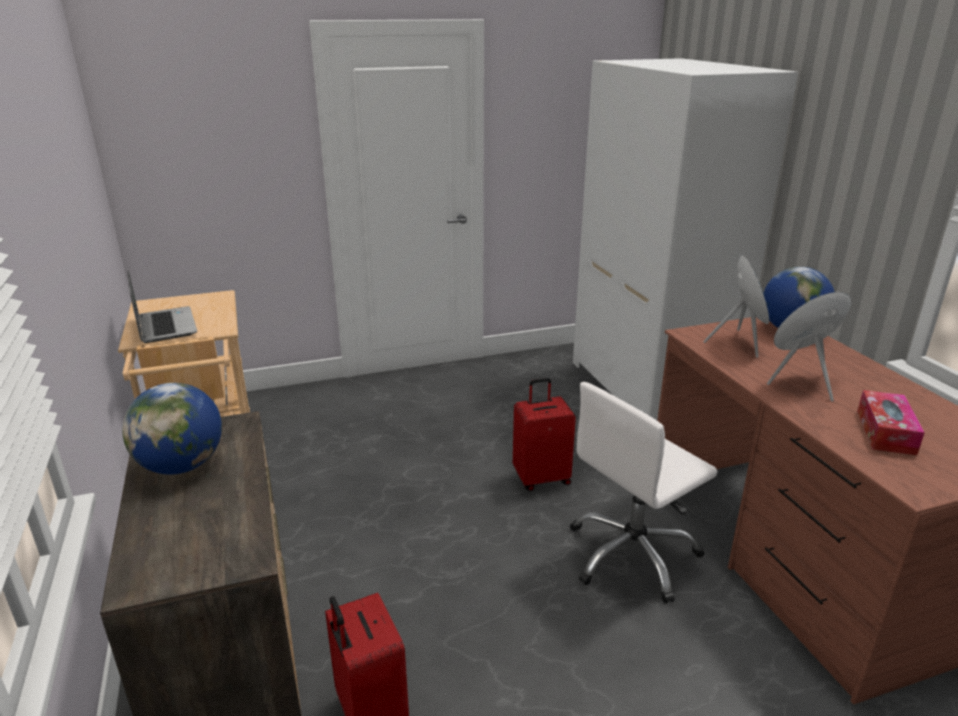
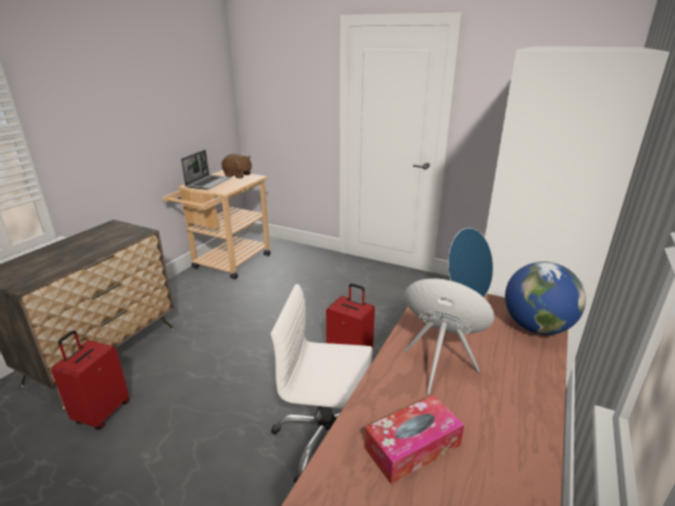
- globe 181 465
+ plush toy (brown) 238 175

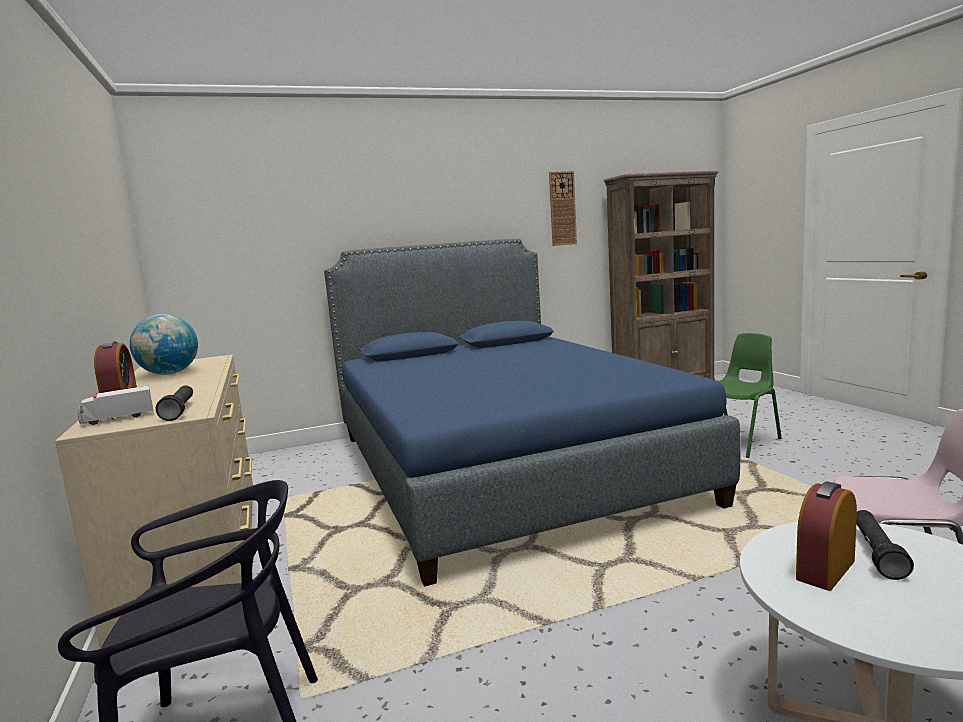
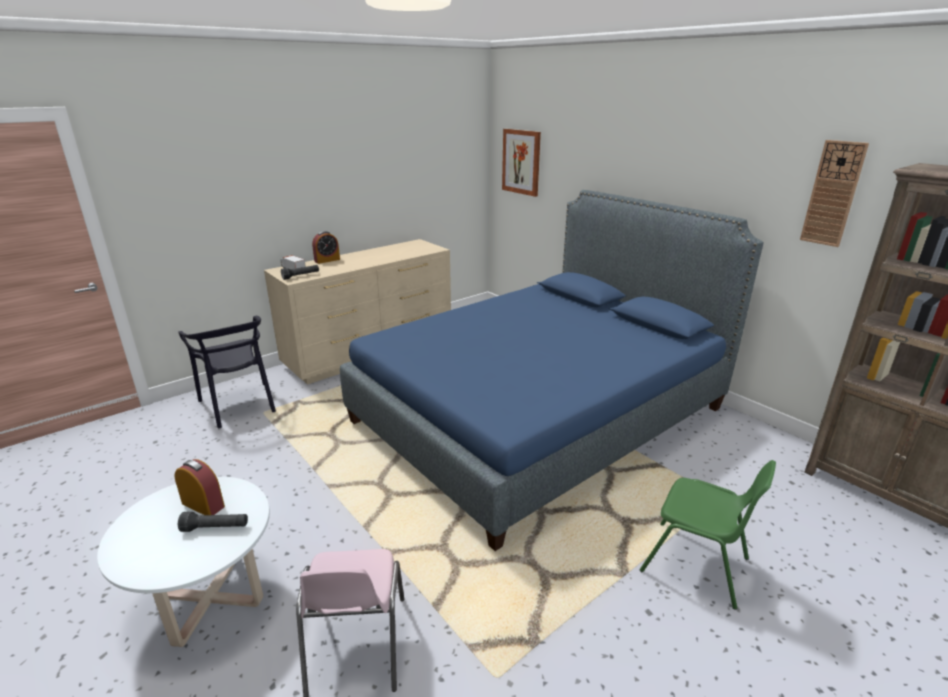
- globe 169 374
+ picture 521 162

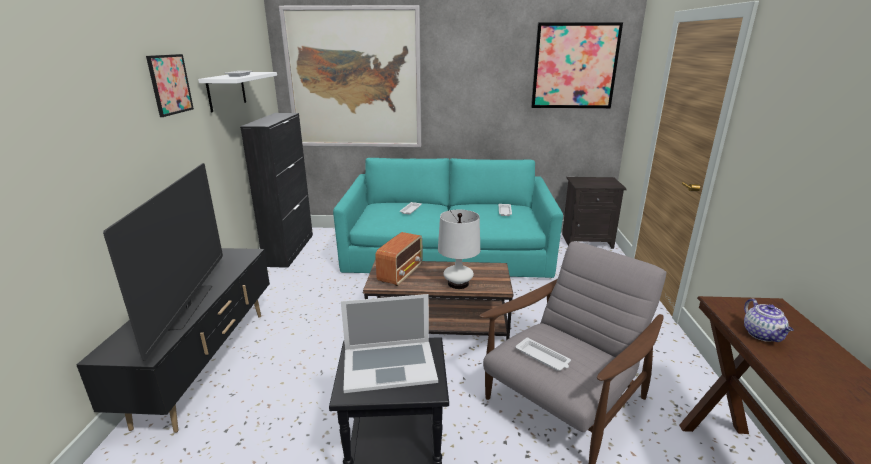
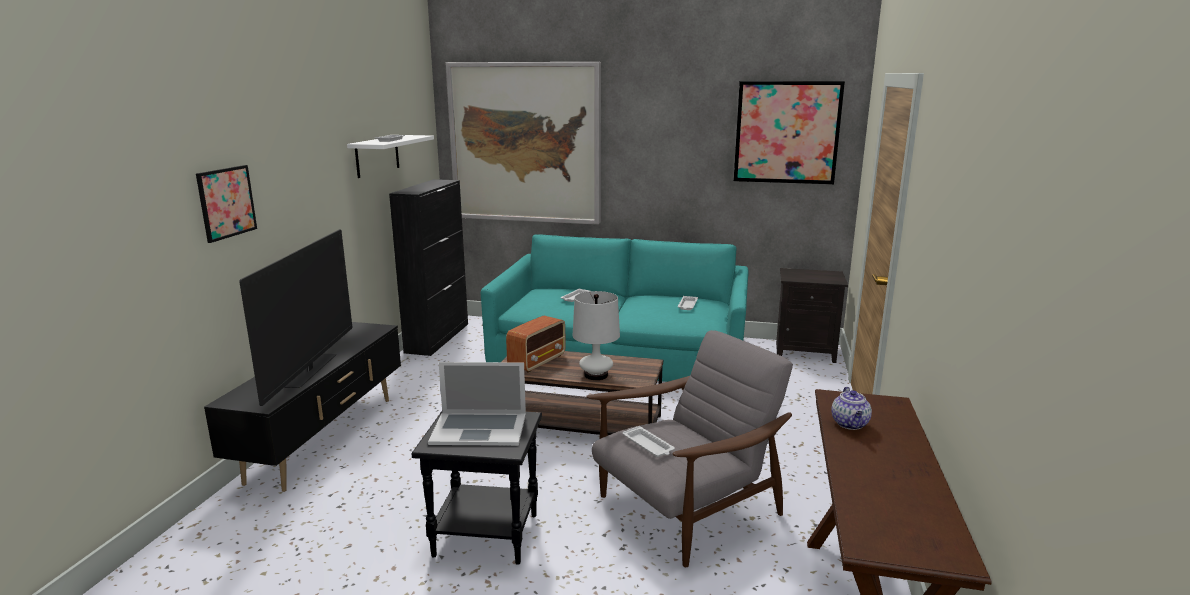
~ picture 170 84 to 226 202

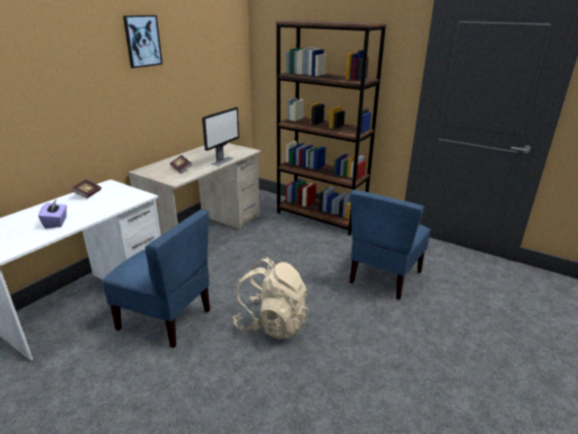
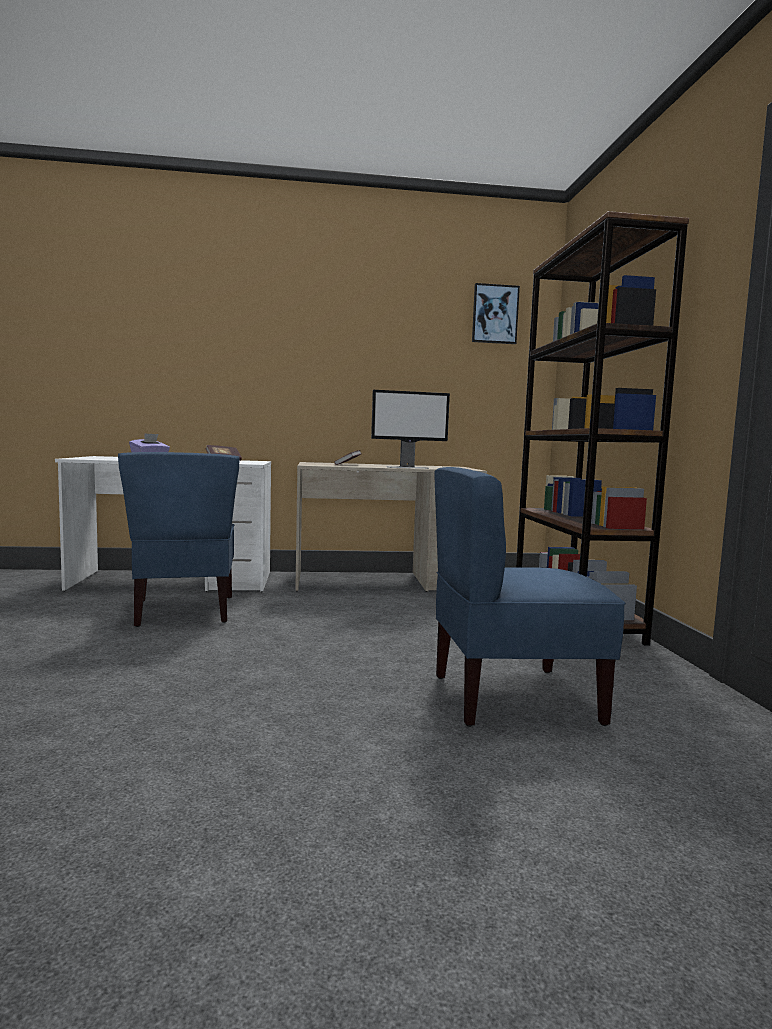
- backpack (beige) 272 324
~ picture 142 41 to 495 314

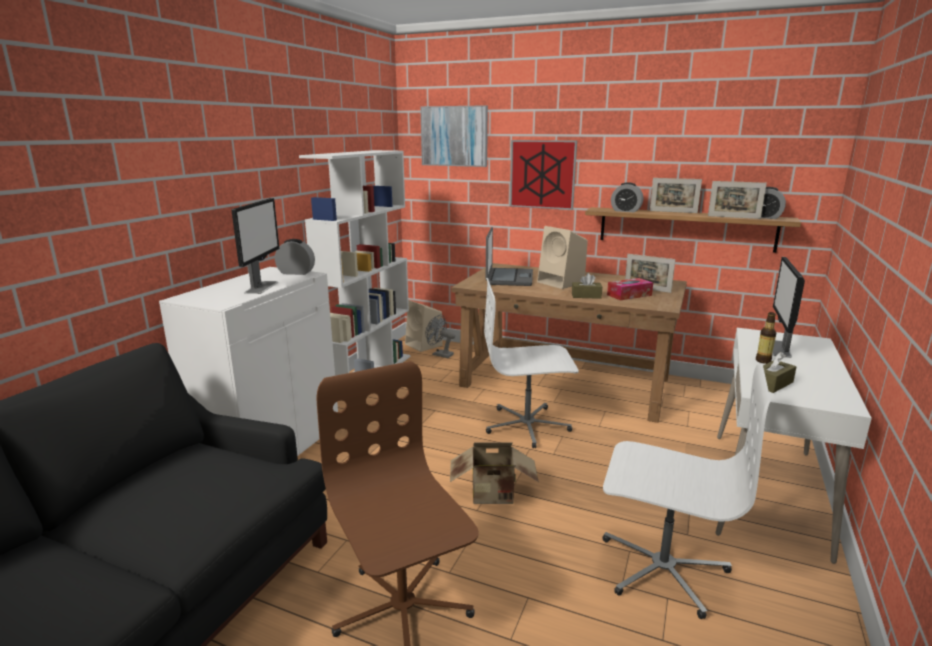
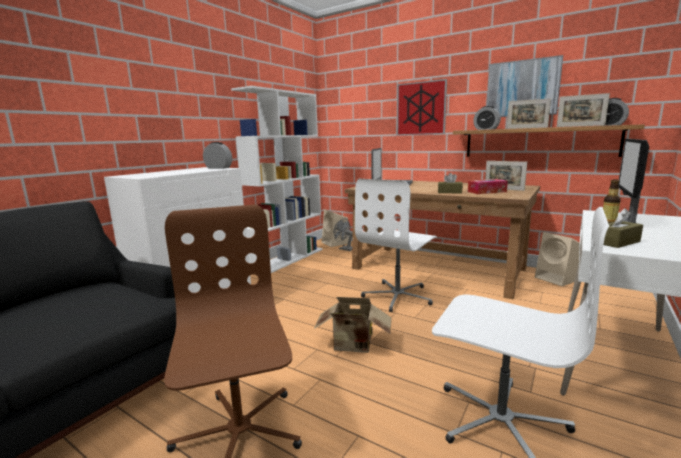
- monitor 262 287
~ picture 454 136 to 522 88
~ speaker (beige) 562 283 to 557 279
~ office chair (white) 527 426 = 398 296 60 degrees counterclockwise

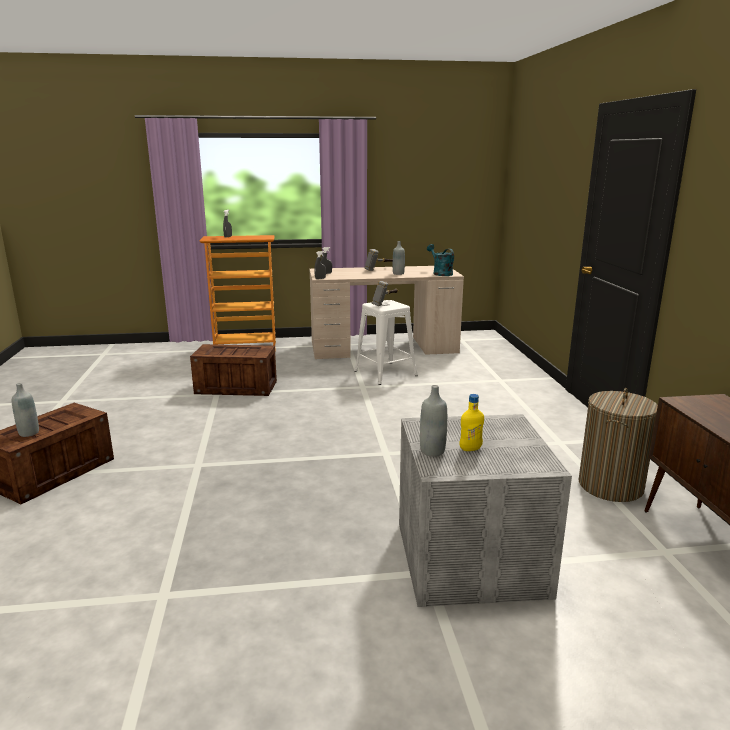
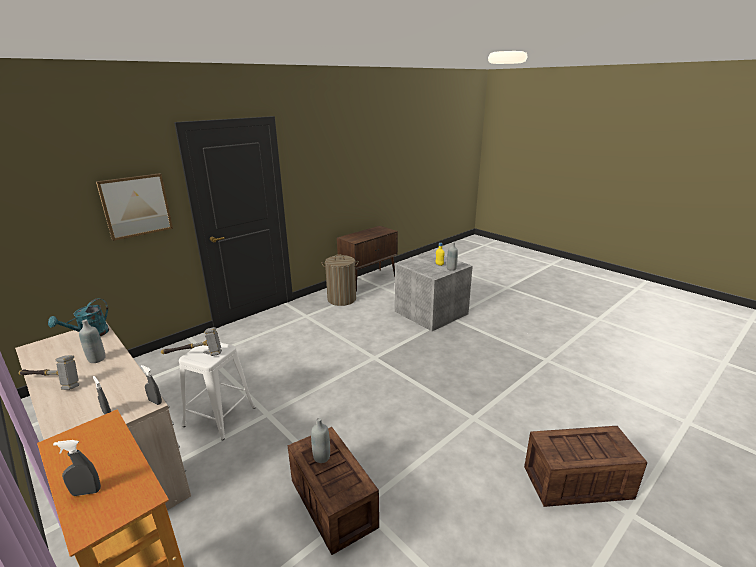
+ picture 136 206
~ bottle (grey) 29 433 to 321 457

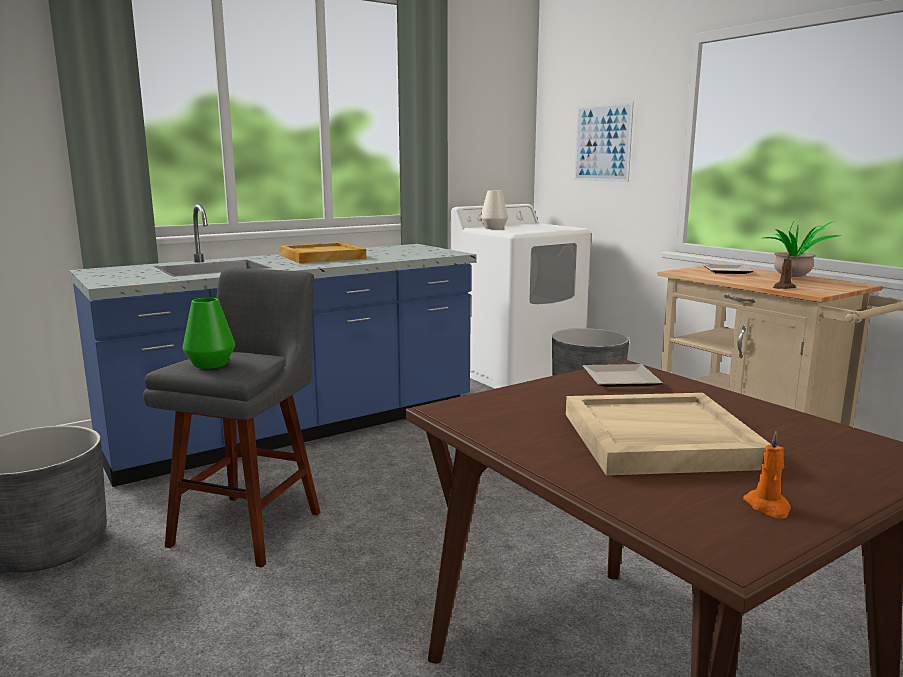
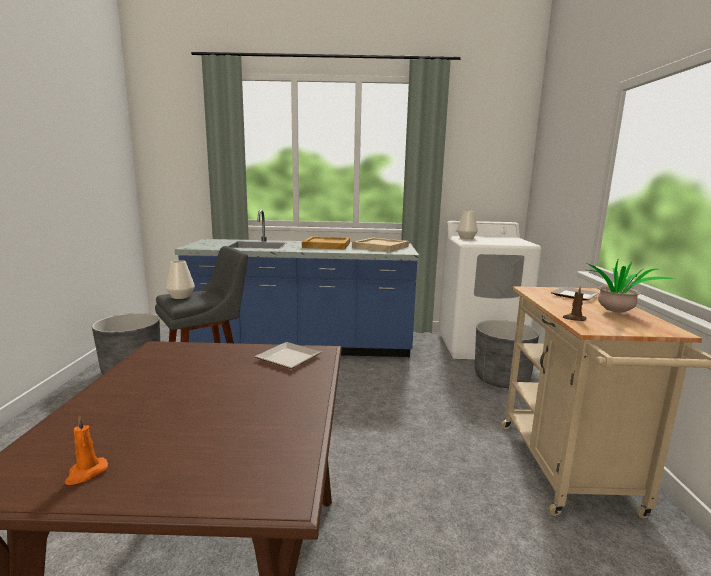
- picture 602 143
~ tray (beige) 658 440 to 380 247
~ vase (green) 210 364 to vase (white) 181 296

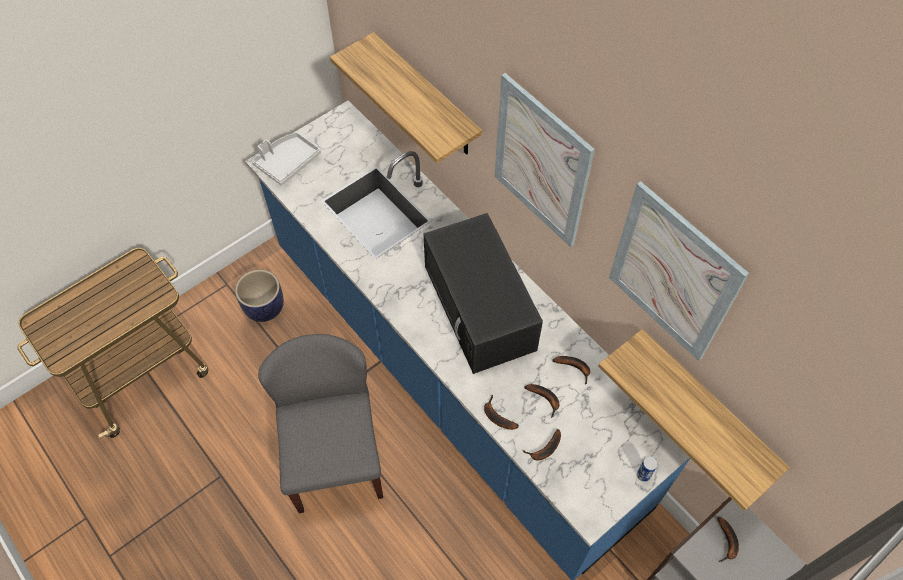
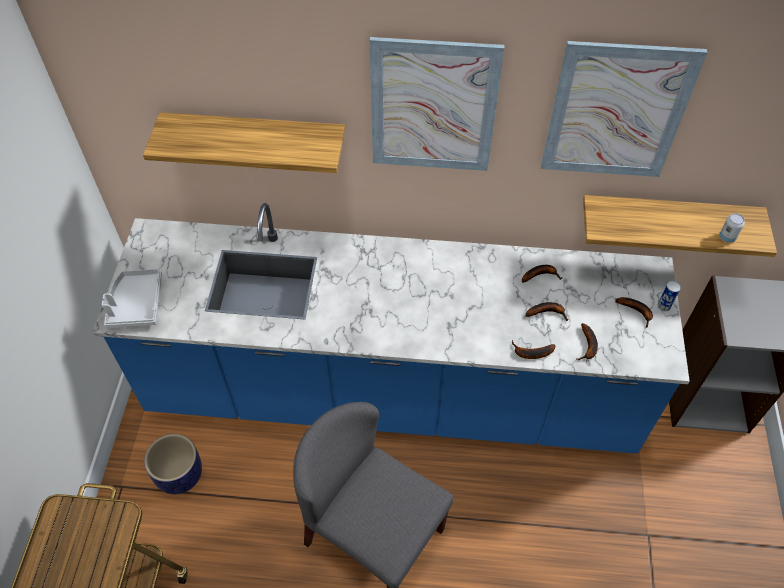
- microwave (black) 481 309
+ can 726 237
~ banana 727 542 to 637 311

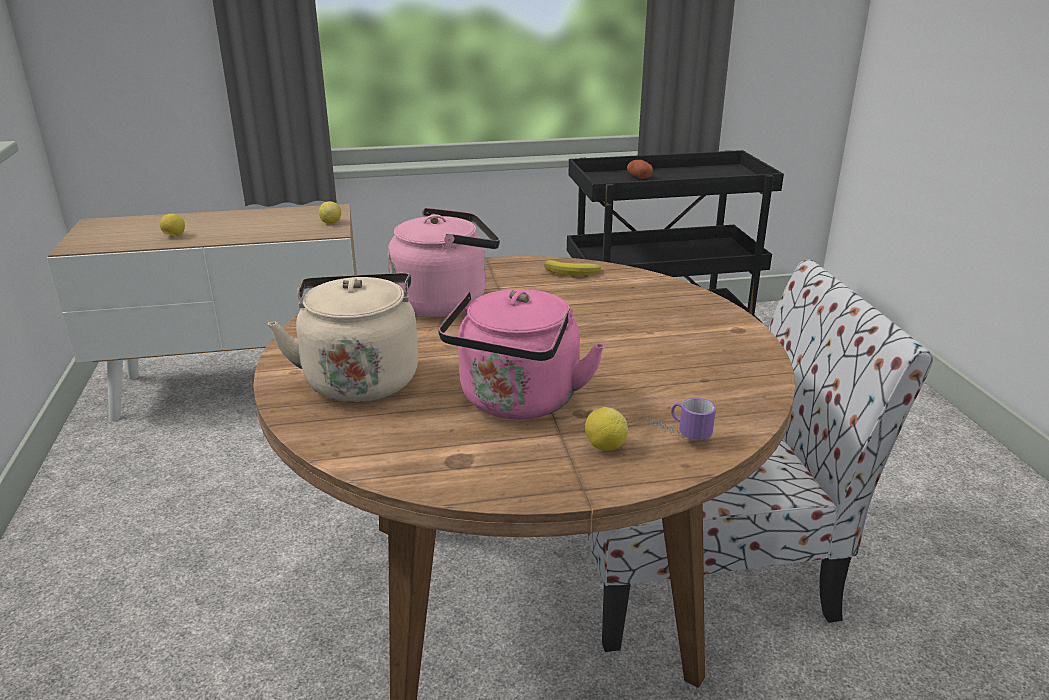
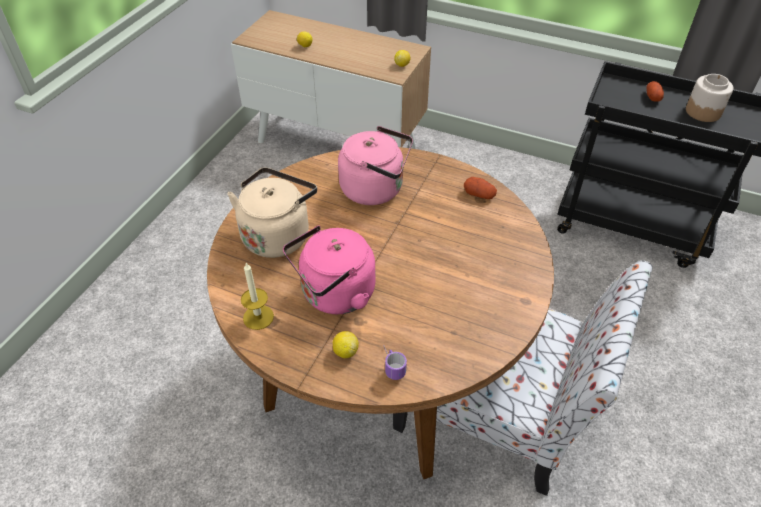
+ candle 258 317
+ jar 703 112
~ banana 573 272 to potato 479 194

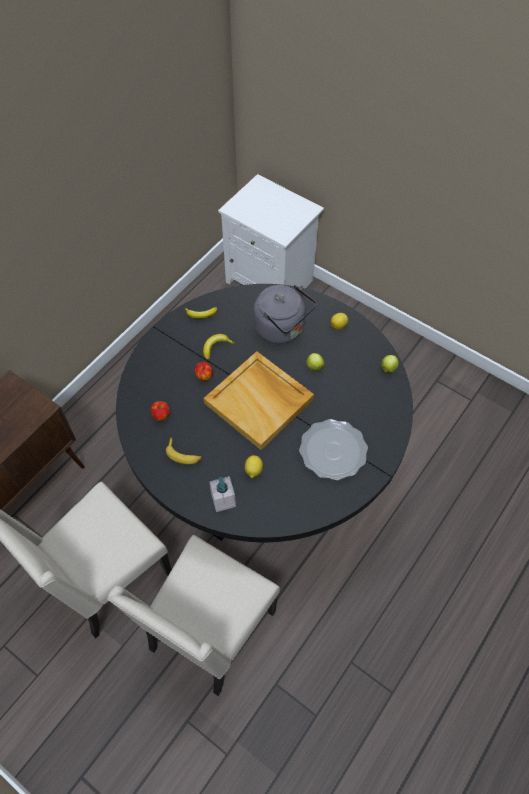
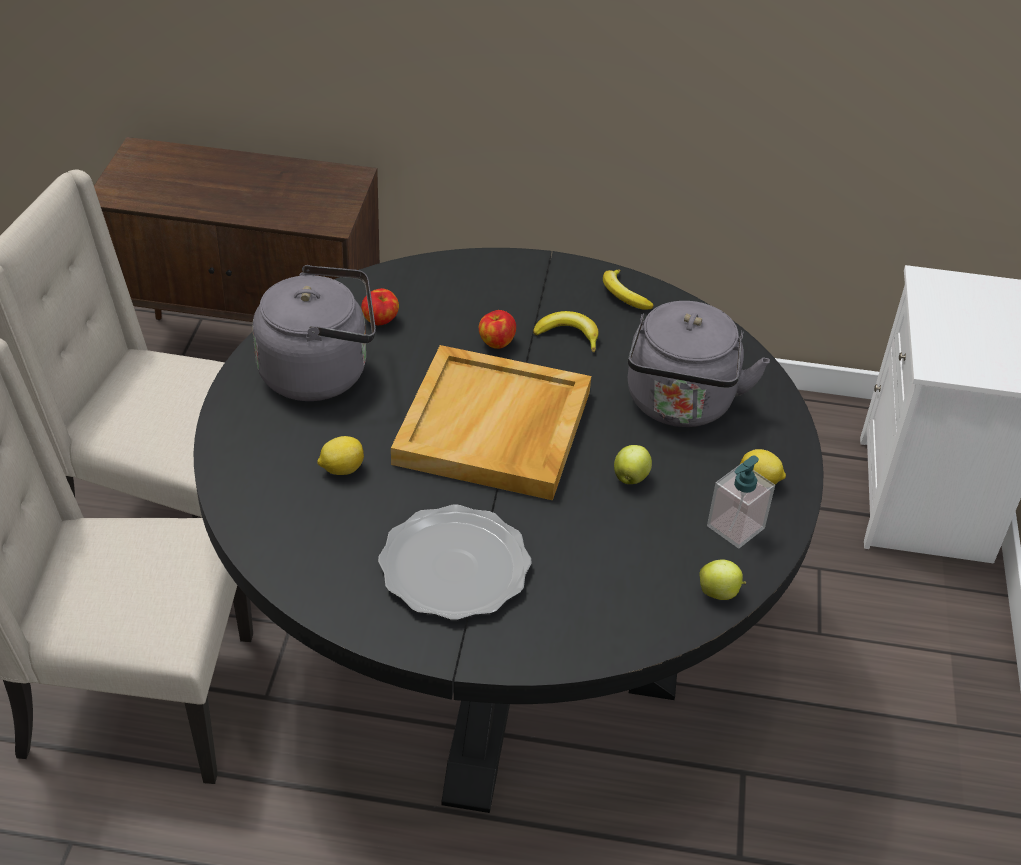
~ soap dispenser 223 500 to 735 527
~ banana 183 454 to kettle (grey) 321 372

